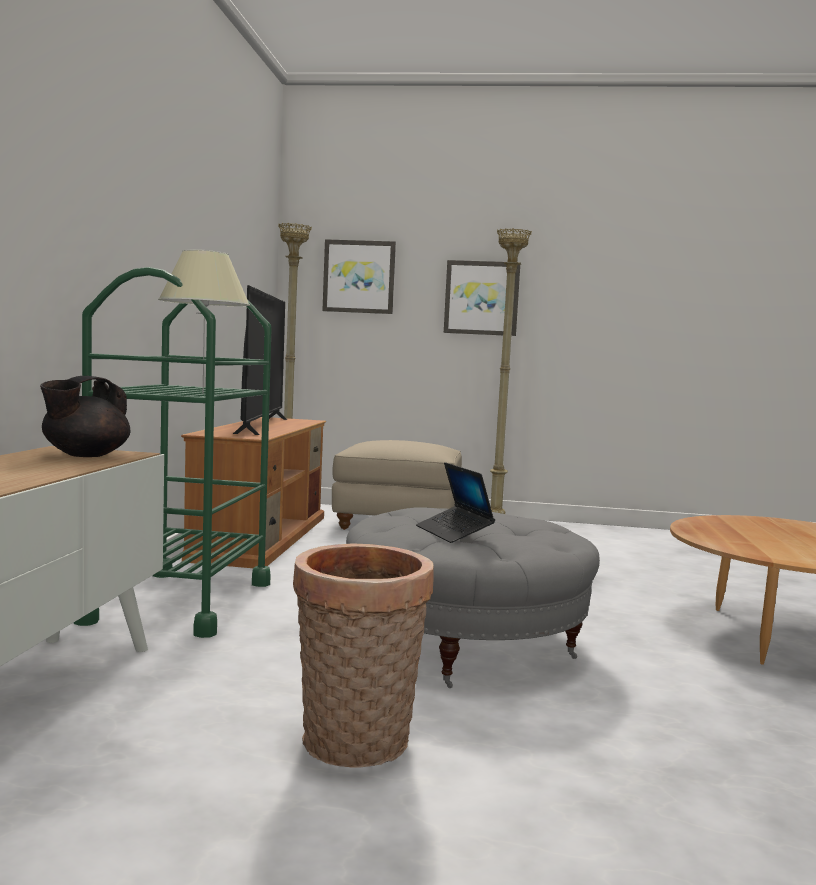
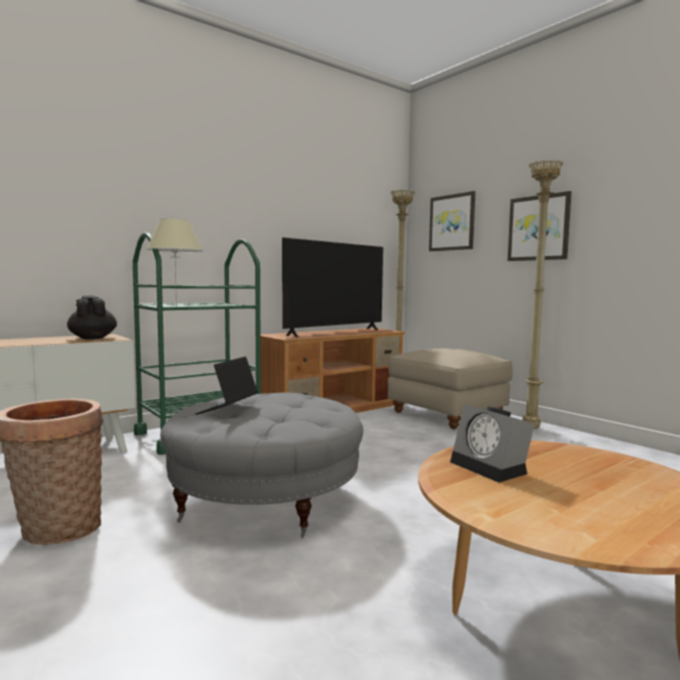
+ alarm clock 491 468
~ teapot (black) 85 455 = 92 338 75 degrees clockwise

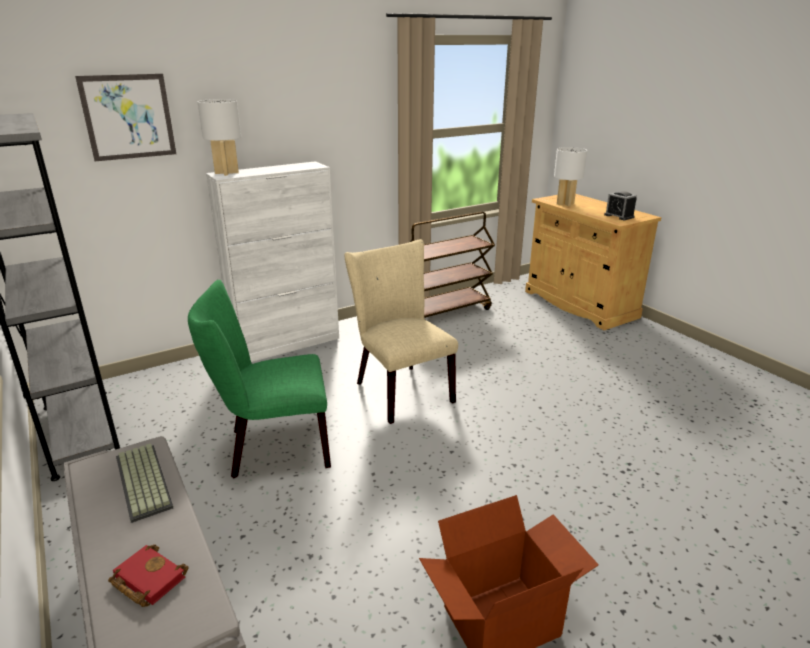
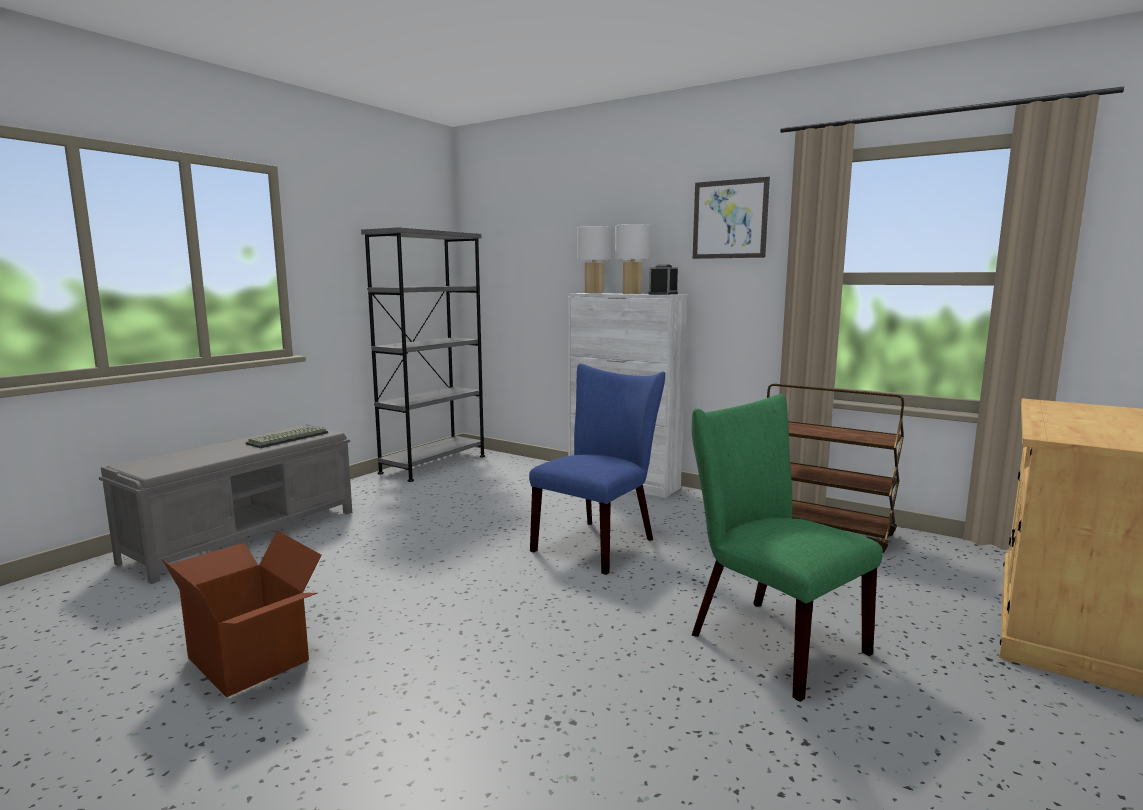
- book (red) 146 579
~ picture 128 117 to 729 219
~ chair (green) 272 448 to 767 640
~ table lamp (white) 565 204 to 632 293
~ alarm clock 619 216 to 663 294
~ chair (beige) 399 389 to chair (blue) 599 543

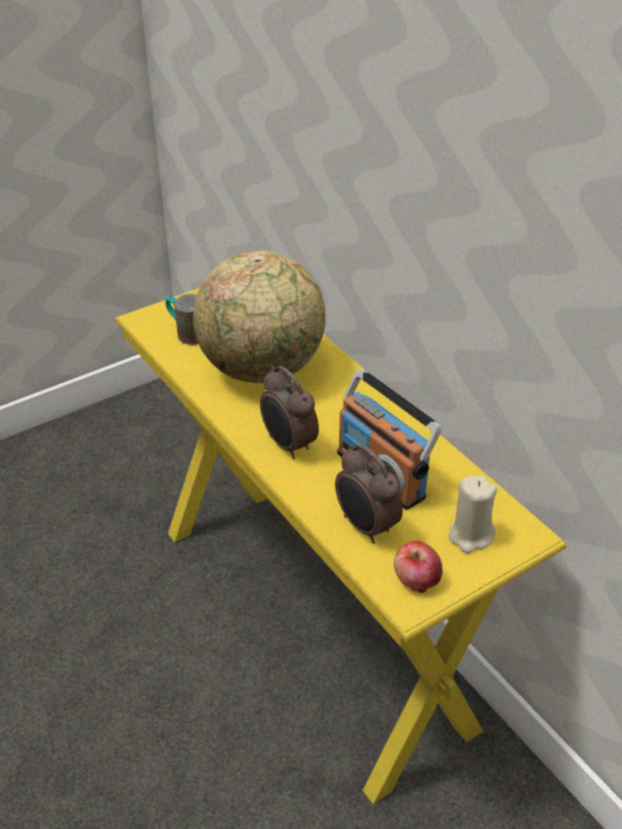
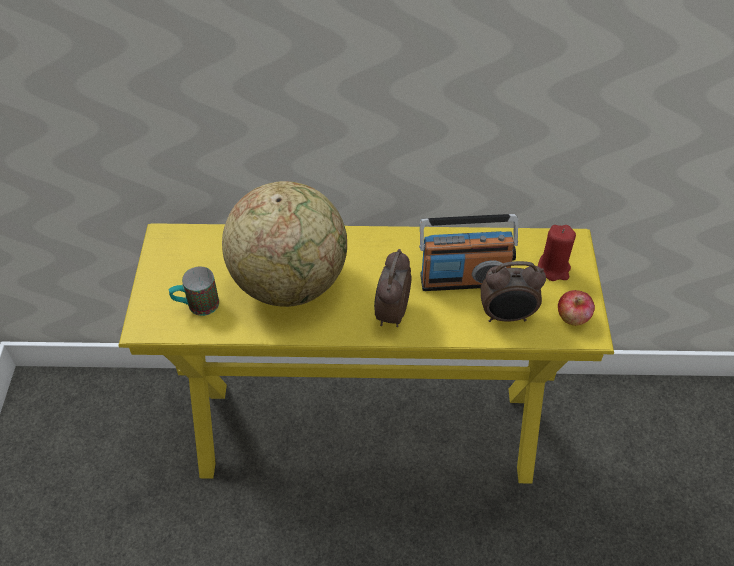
~ candle (beige) 470 535 to candle (red) 554 268
~ alarm clock 288 445 = 391 313 105 degrees clockwise

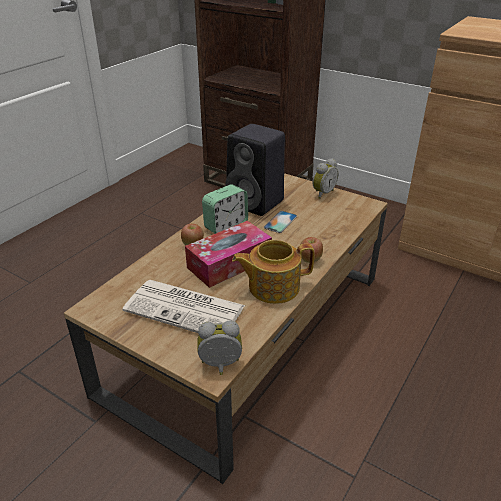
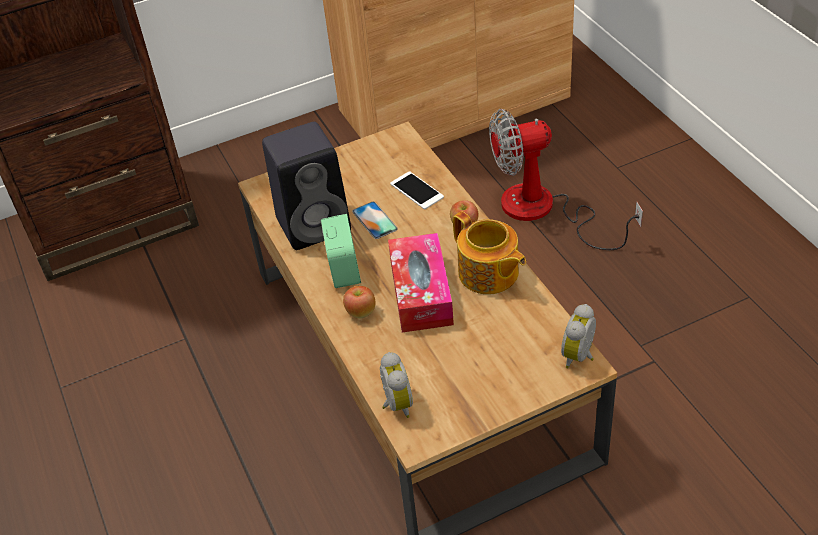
- newspaper 186 309
+ phone 416 190
+ fan 544 211
~ alarm clock 322 193 to 395 404
~ teapot 272 287 = 489 274 60 degrees counterclockwise

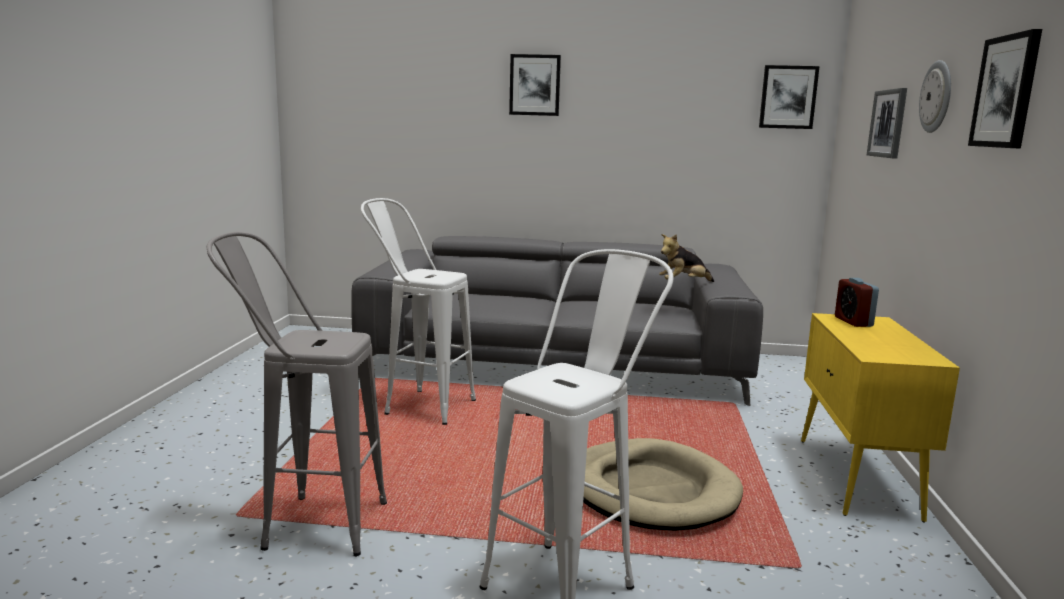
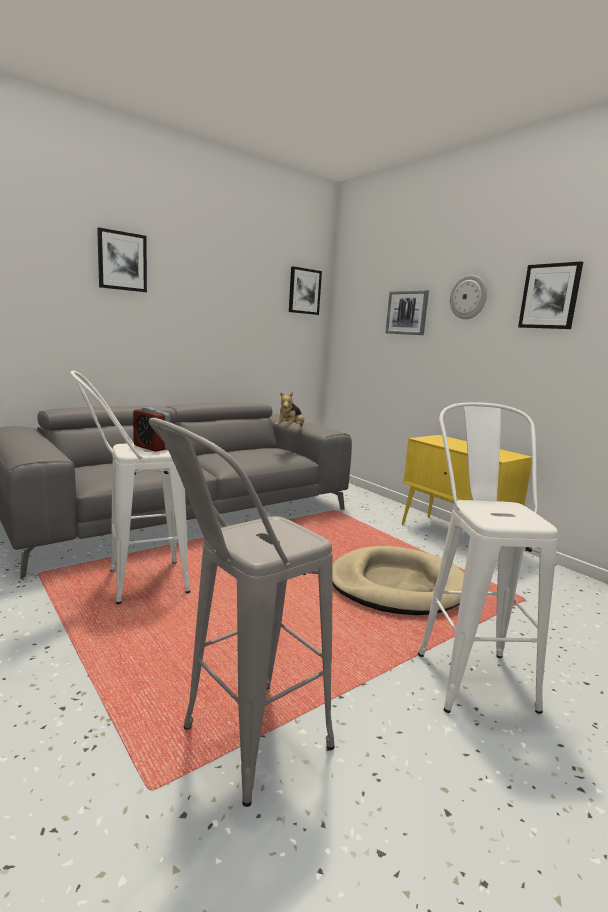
~ alarm clock 853 322 to 151 447

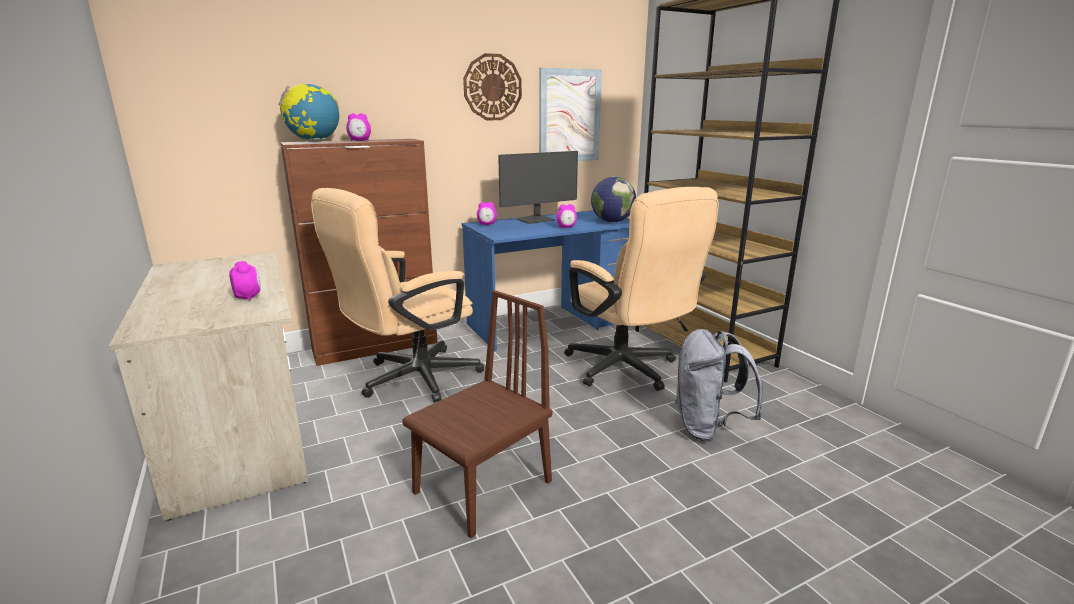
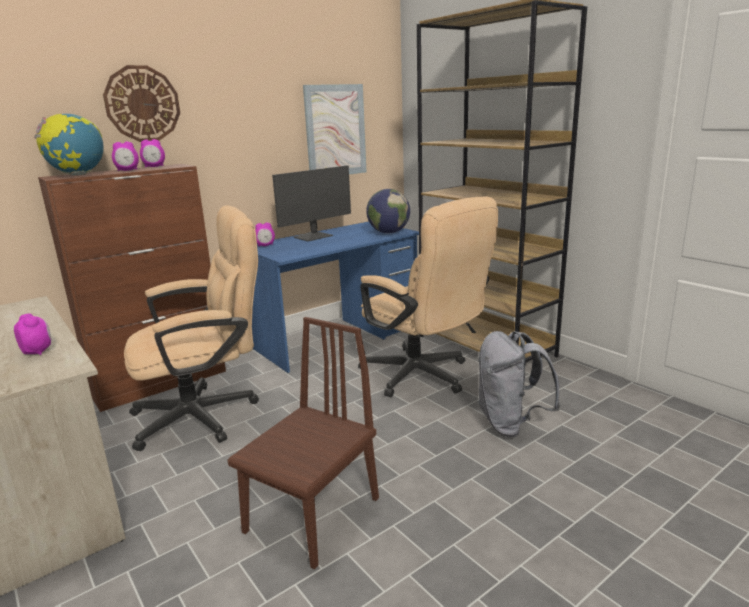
~ wall clock 492 87 to 142 104
~ alarm clock 566 227 to 154 166
~ office chair (beige) 409 380 = 207 414 150 degrees counterclockwise

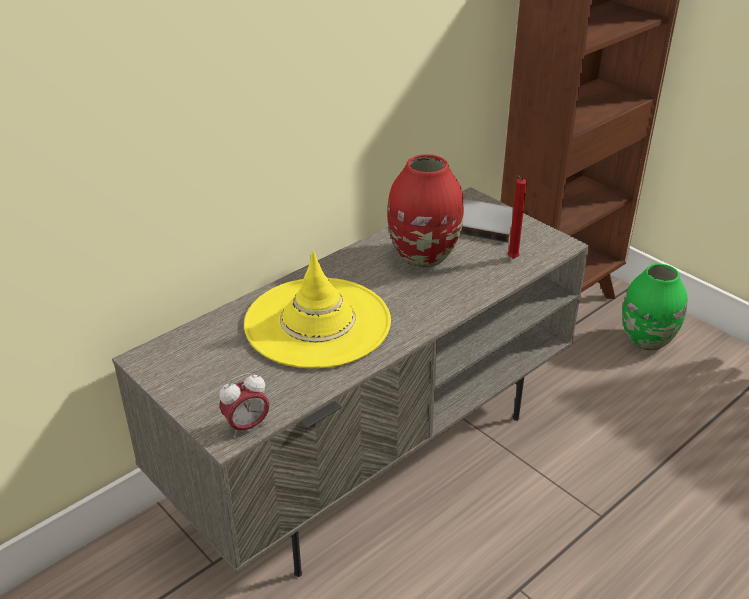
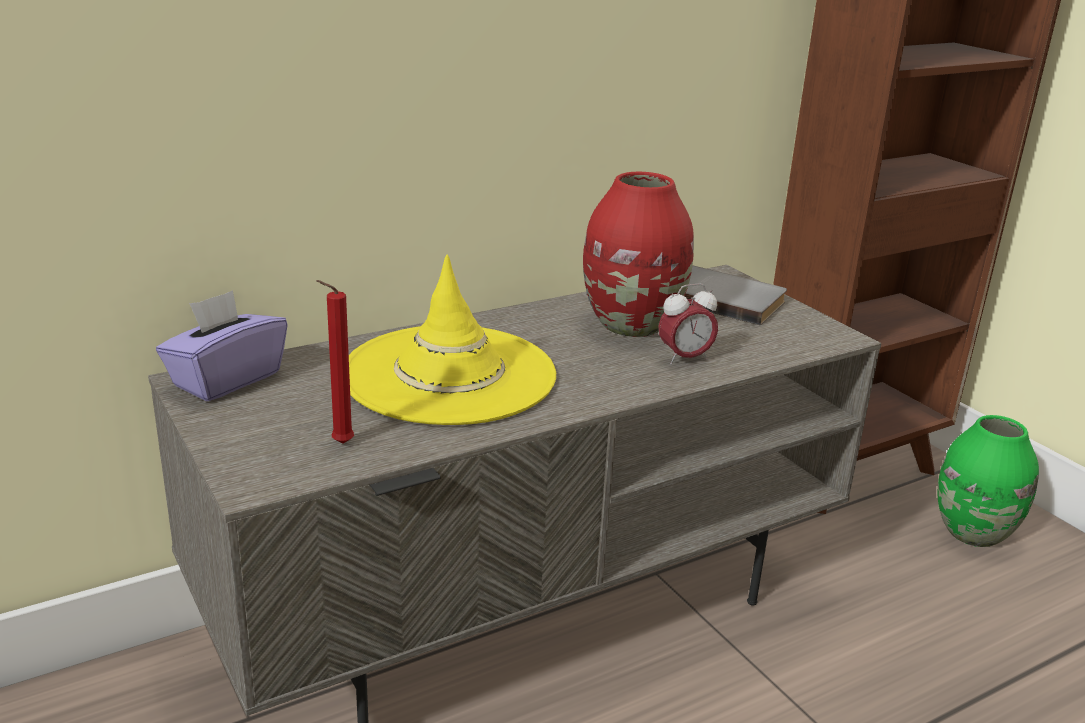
+ tissue box (purple) 226 379
~ alarm clock 247 426 to 684 358
~ candle (red) 511 259 to 339 444

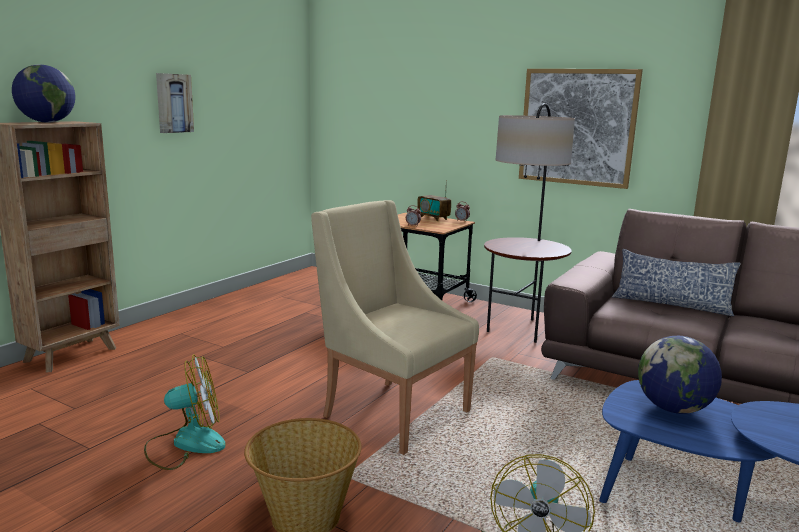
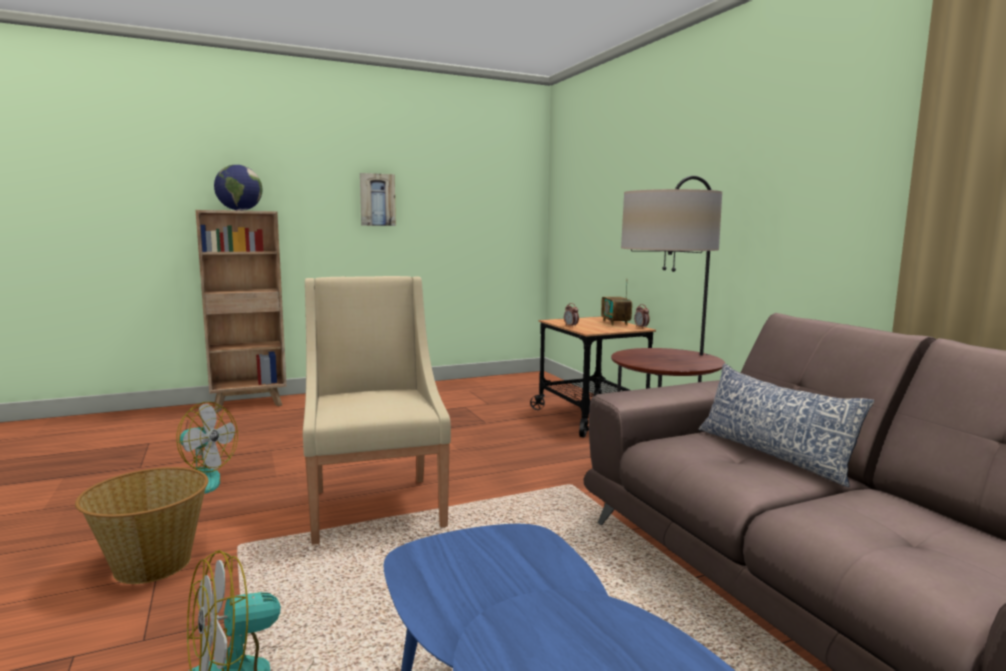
- picture 577 127
- globe 673 409

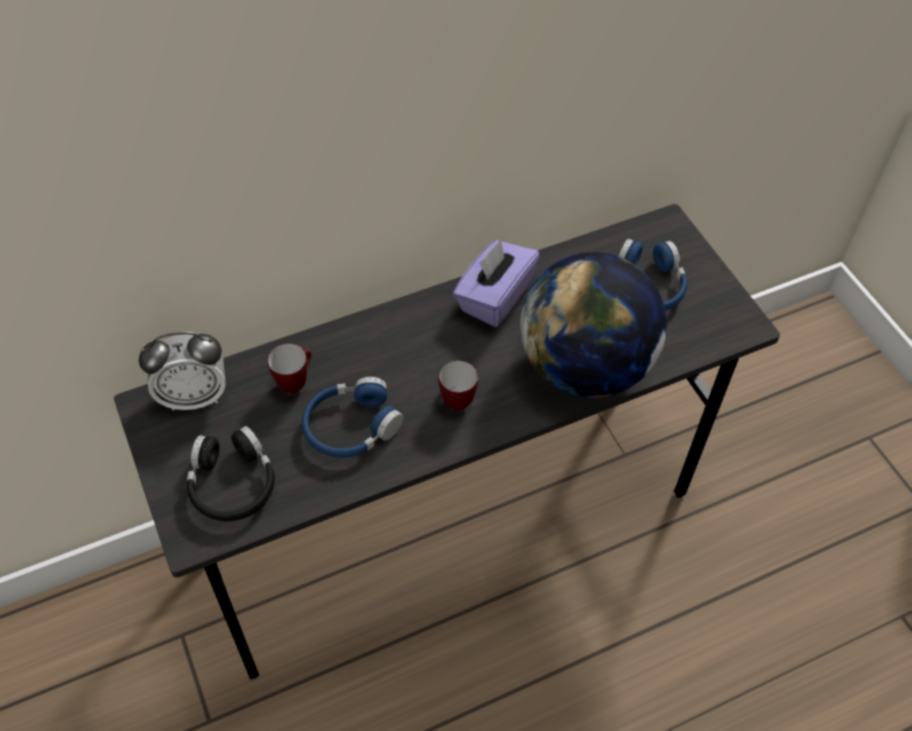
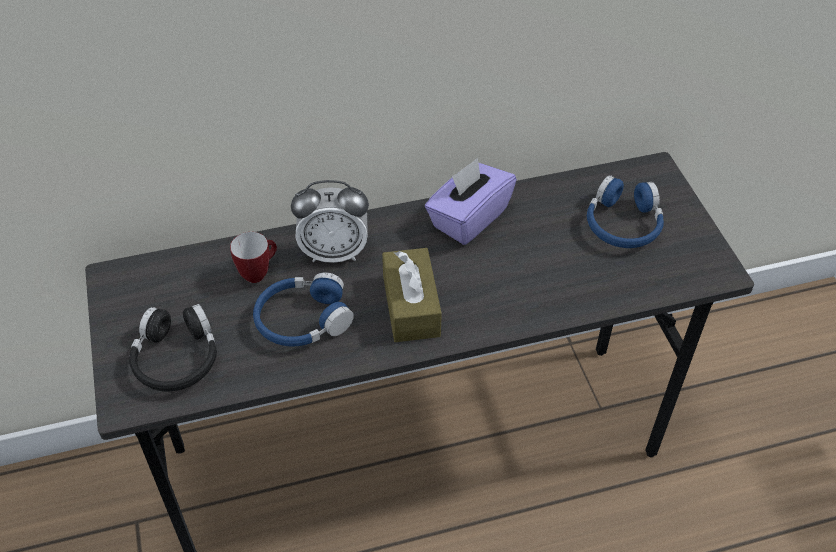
- globe 585 367
~ alarm clock 194 396 to 334 252
~ mug 455 398 to tissue box (brown) 411 306

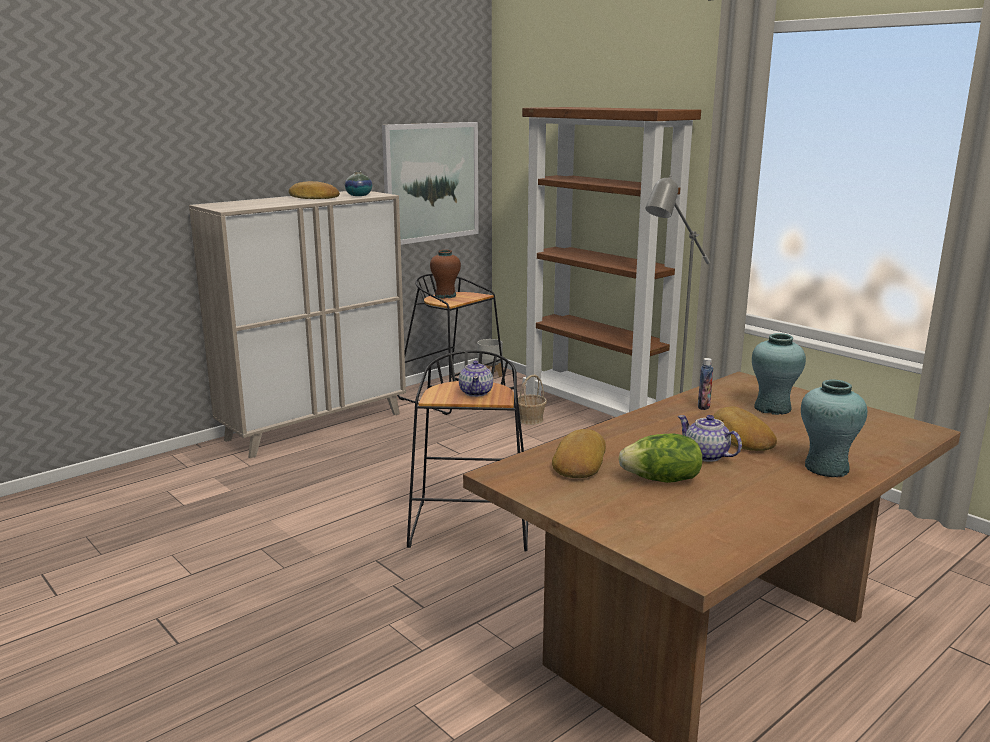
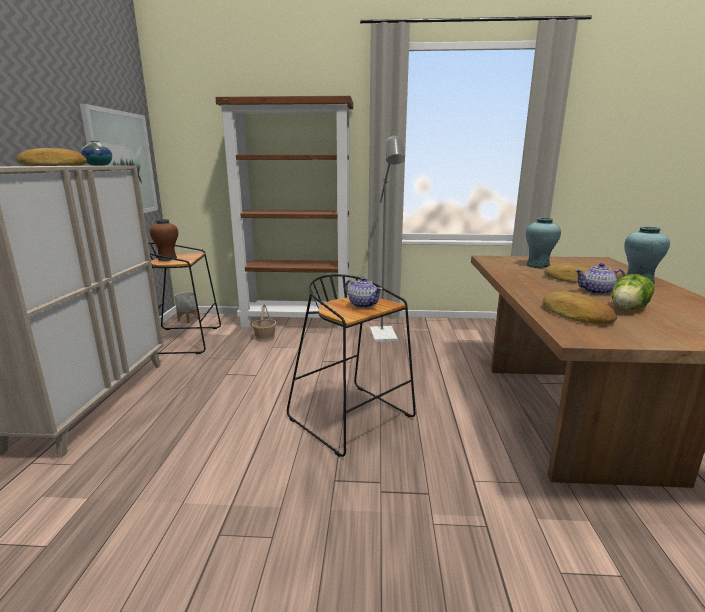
- bottle 703 406

